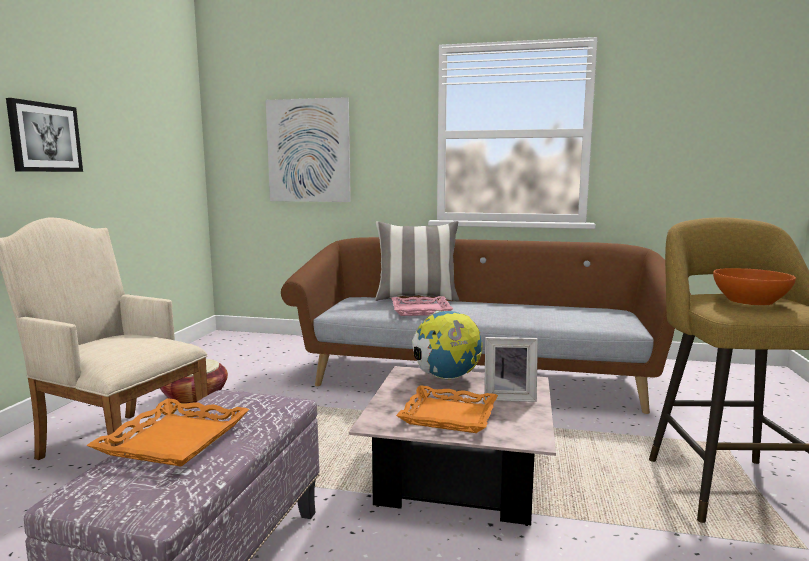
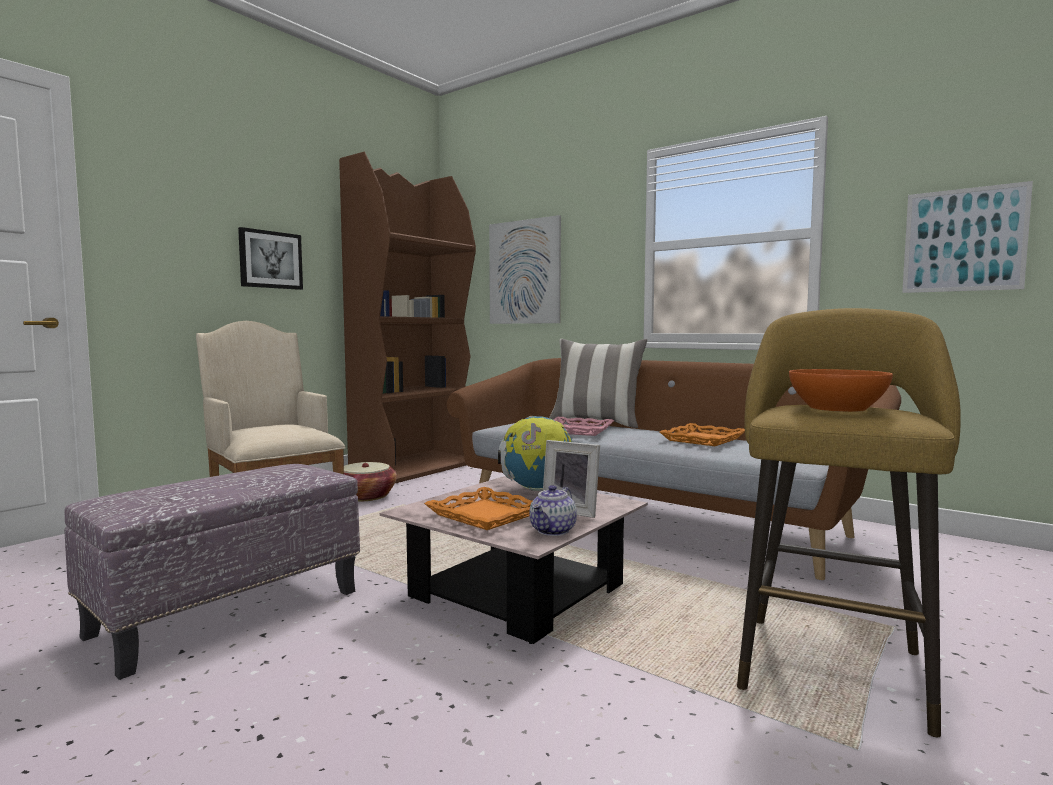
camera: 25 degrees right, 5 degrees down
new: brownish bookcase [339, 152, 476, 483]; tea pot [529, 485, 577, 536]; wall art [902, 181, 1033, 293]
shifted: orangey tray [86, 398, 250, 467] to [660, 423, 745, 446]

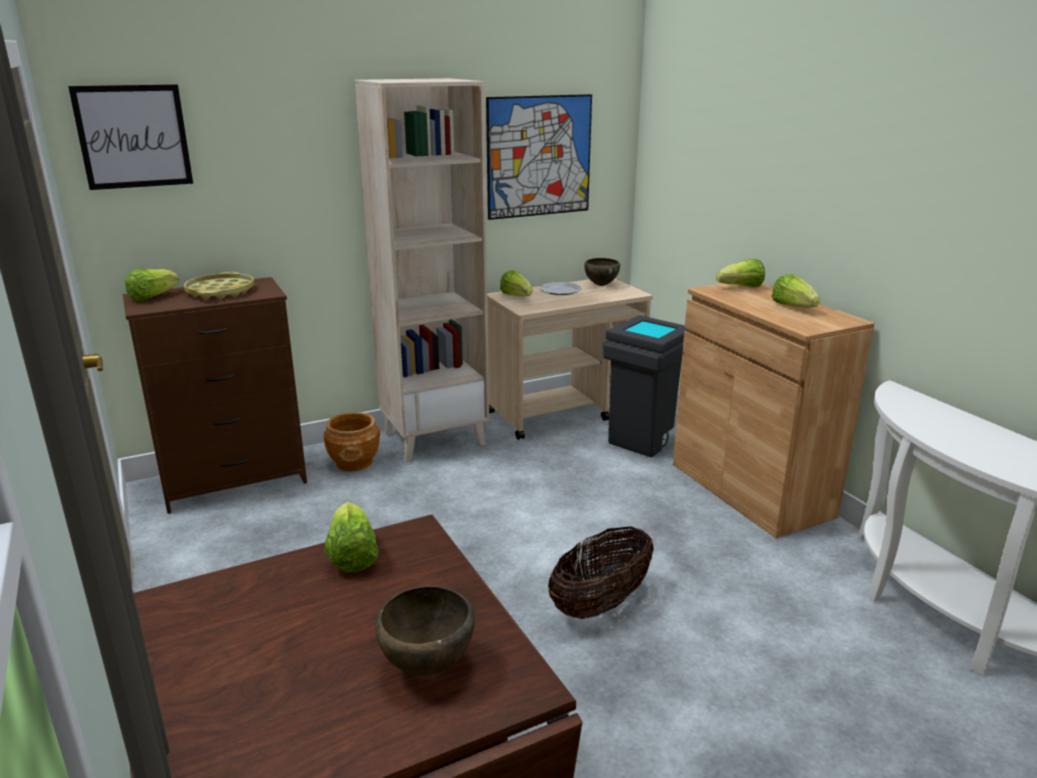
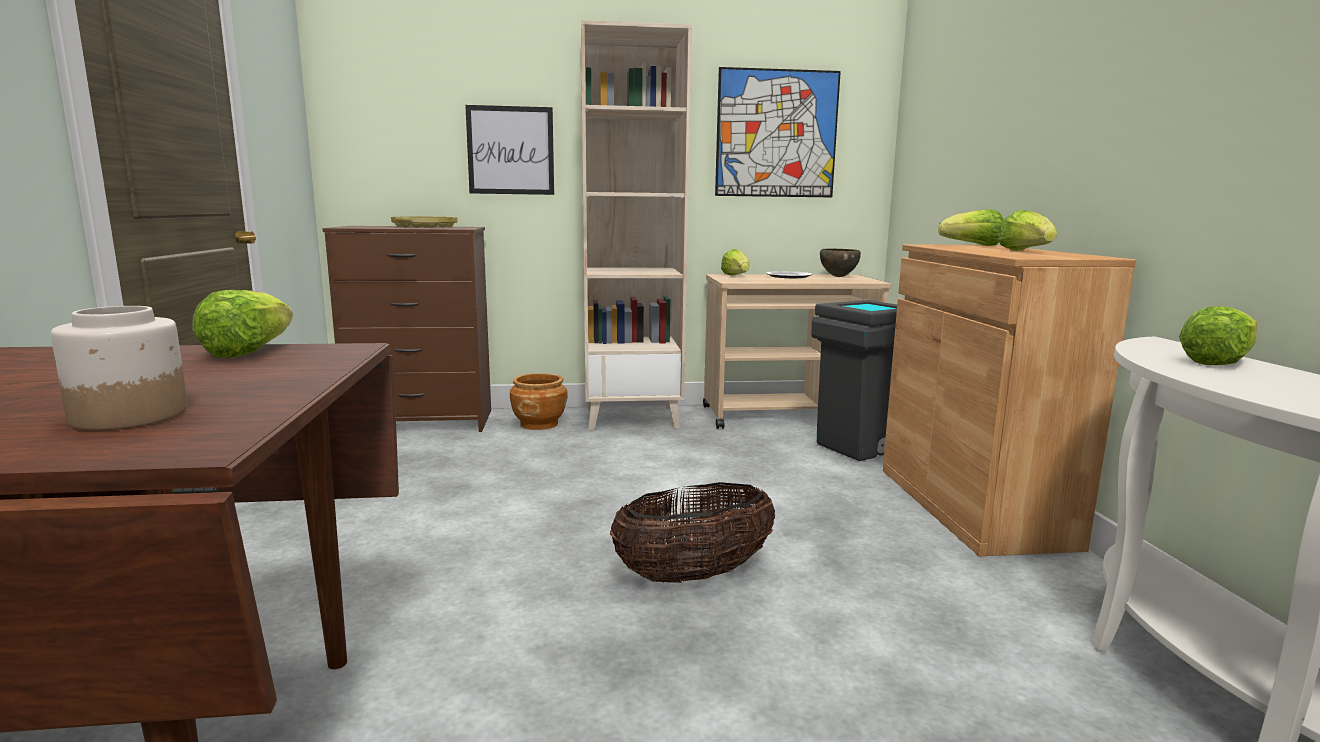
camera: 20 degrees right, 10 degrees down
shifted: wall art [68, 84, 193, 190] to [465, 105, 554, 195]; lettuce head [125, 269, 179, 301] to [1179, 306, 1257, 365]
swapped: brownish deep dish [375, 586, 475, 676] to jar [51, 306, 188, 430]

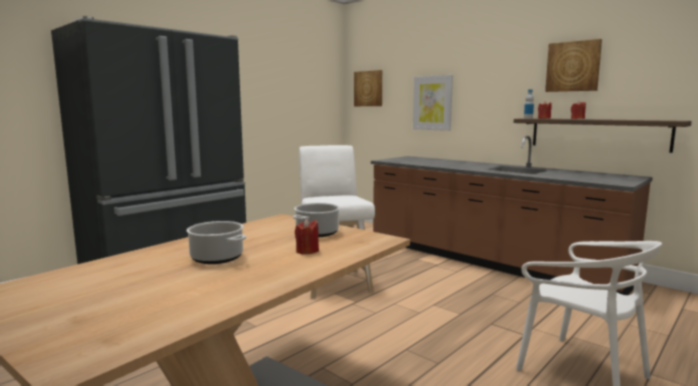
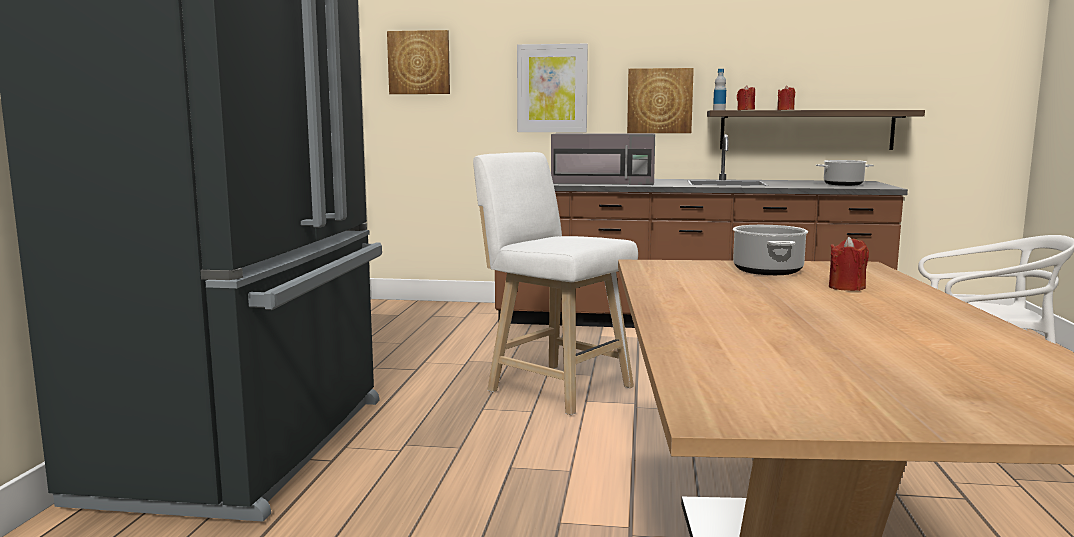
camera: 35 degrees left, 0 degrees up
new: grey microwave [551, 133, 655, 185]
shifted: stockpot [187, 221, 246, 264] to [816, 160, 874, 186]; wall art [545, 39, 602, 92] to [627, 68, 694, 133]

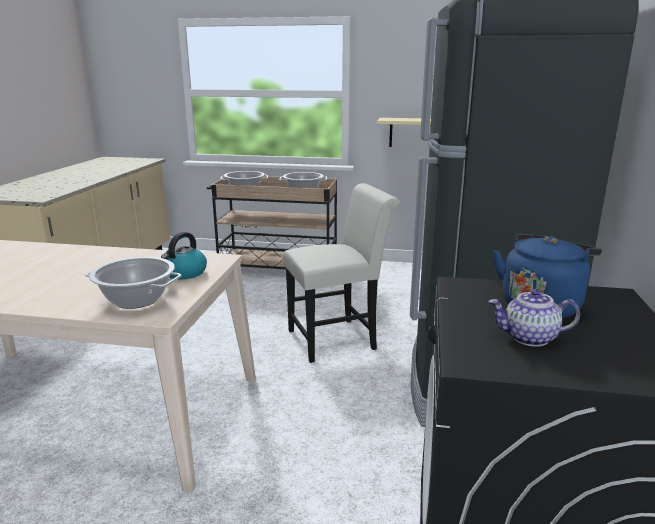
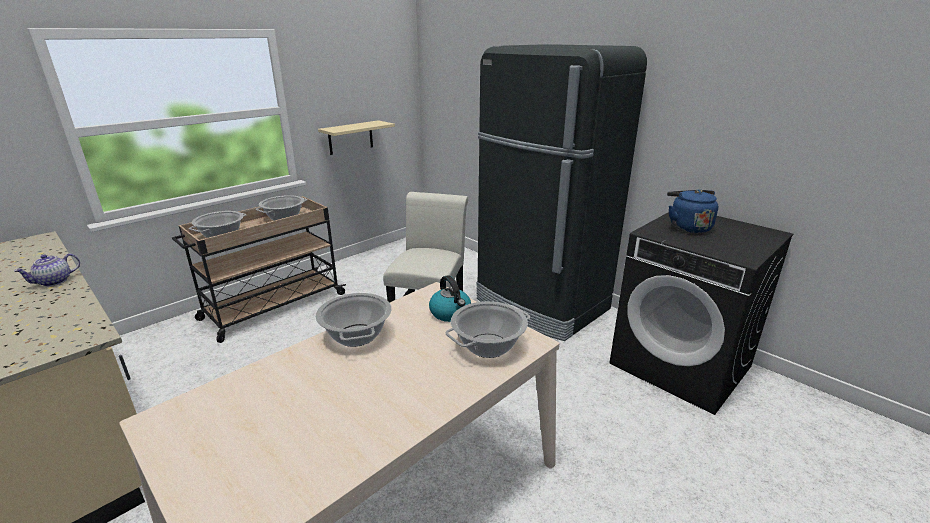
camera: 55 degrees left, 5 degrees up
new: stockpot [315, 293, 392, 347]
shifted: tea pot [489, 289, 580, 347] to [14, 253, 80, 286]

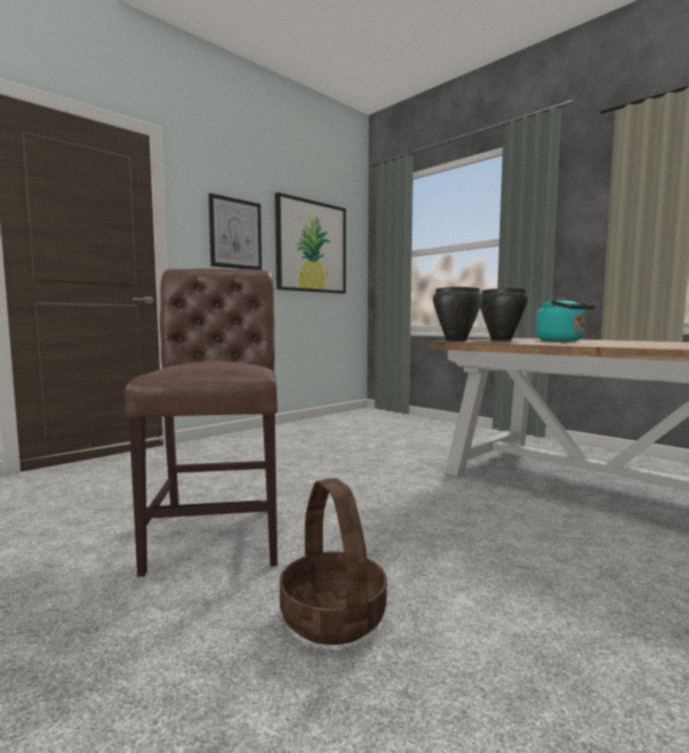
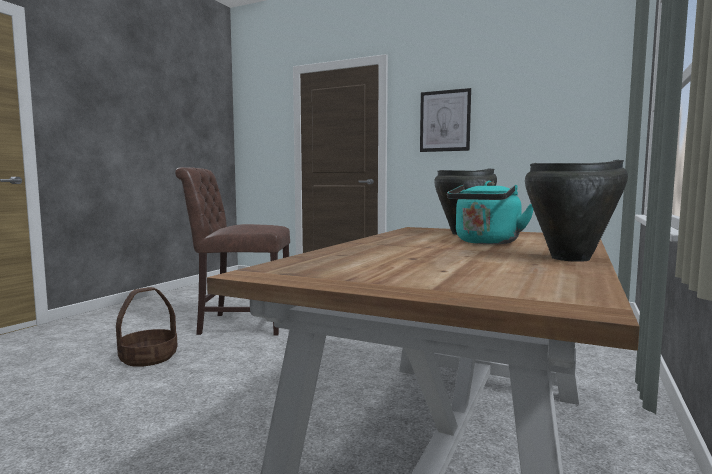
camera: 70 degrees right, 0 degrees up
gone: wall art [275, 192, 346, 294]
shifted: blackish stockpot [433, 287, 483, 341] to [525, 160, 628, 262]
rotated: brownish plain chair [125, 268, 278, 576] = [175, 167, 290, 336] 150 degrees counterclockwise

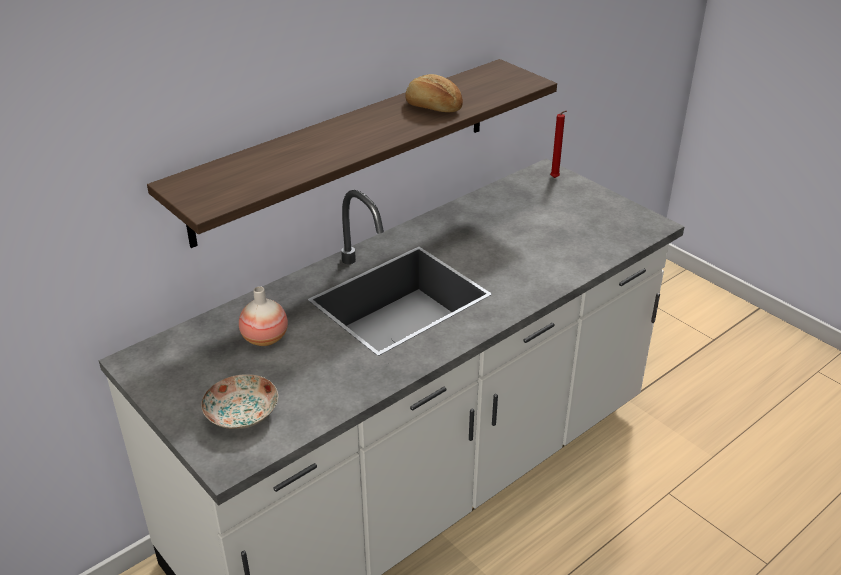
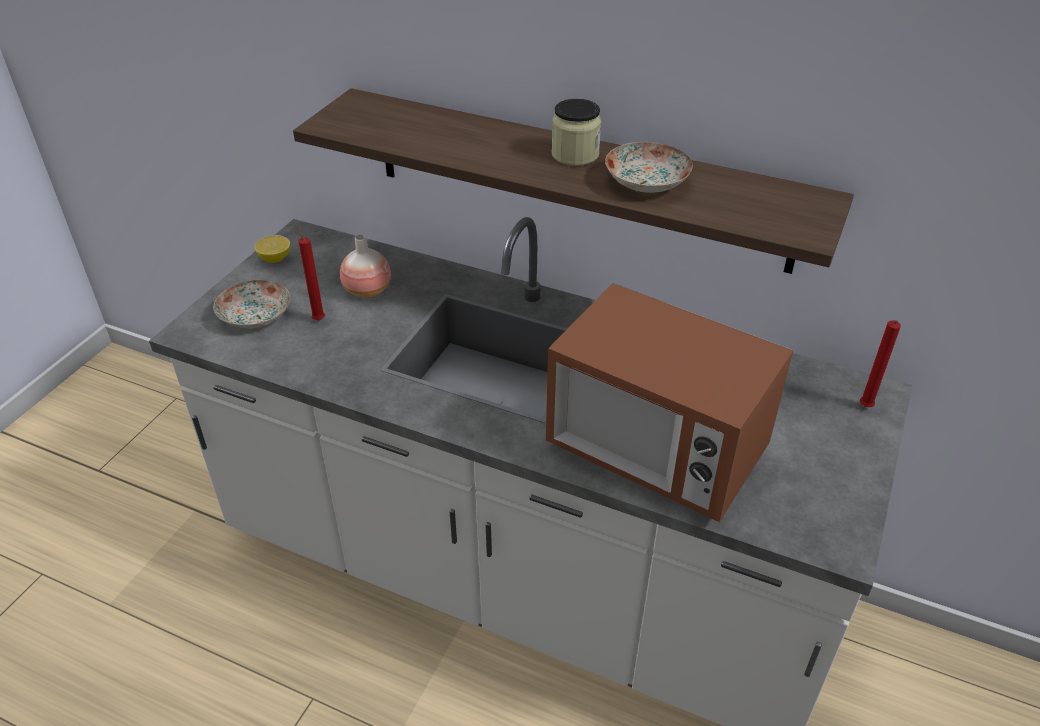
camera: 65 degrees right, 5 degrees up
new: citrus fruit [254, 235, 291, 263]; red wax candle [299, 225, 325, 320]; microwave [546, 283, 793, 522]; jar [551, 99, 601, 166]
swapped: bread [405, 74, 463, 112] to dinner plate [605, 142, 693, 193]

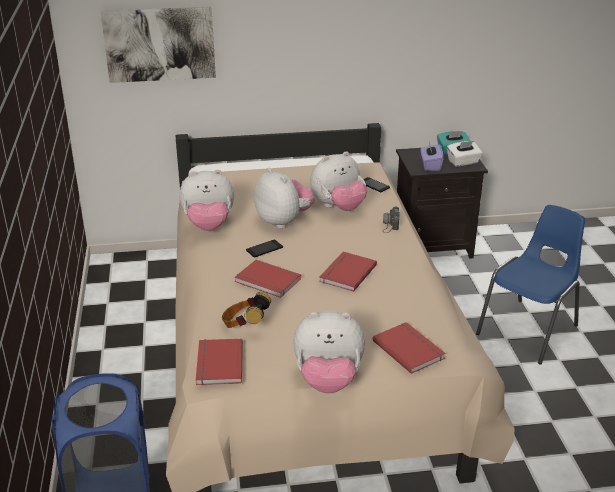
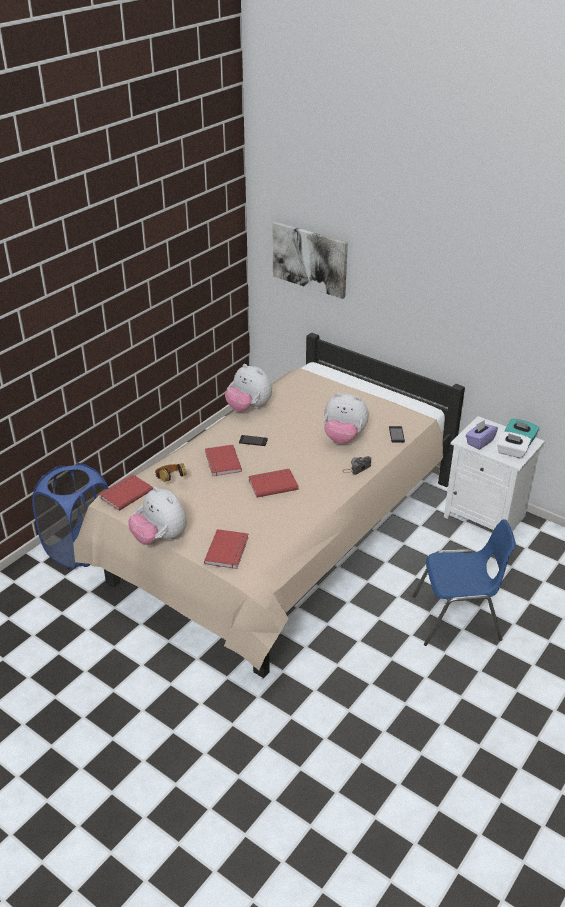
camera: 45 degrees right, 5 degrees up
gone: cuddly toy [254, 168, 315, 229]
repainted: blackish nightstand [396, 148, 488, 259] to whitish nightstand [444, 416, 545, 532]

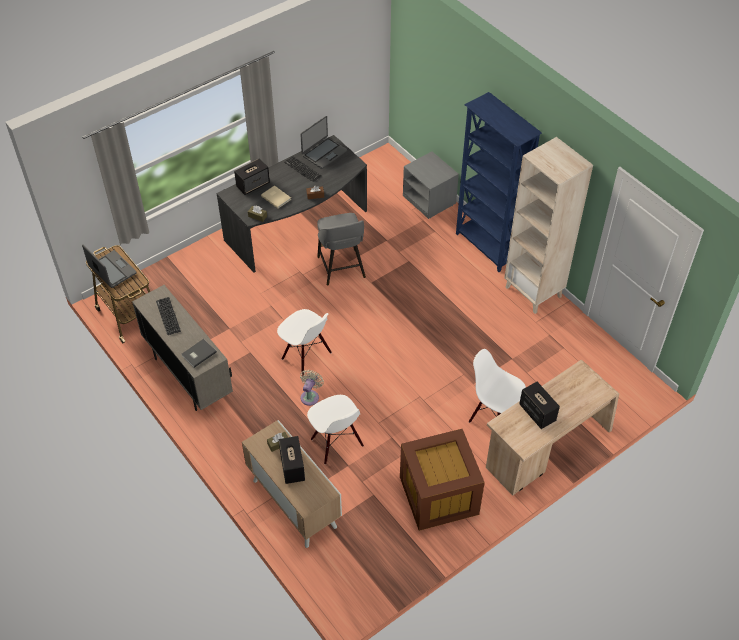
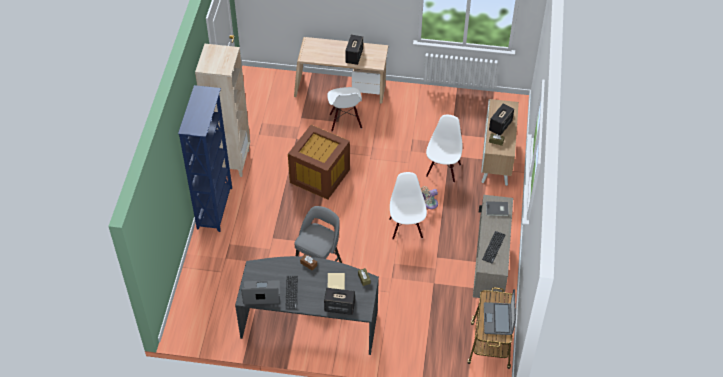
camera: 135 degrees left, 0 degrees up
gone: grey nightstand [403, 151, 459, 219]
shifted: brownish storage container [400, 429, 485, 531] to [288, 125, 350, 200]

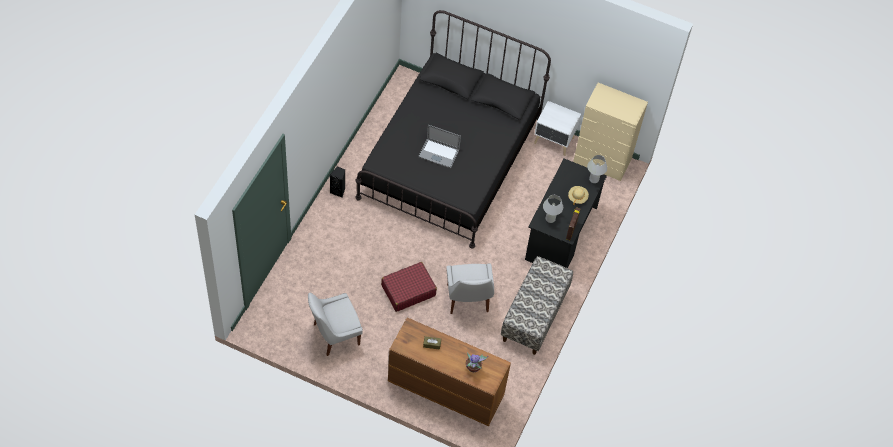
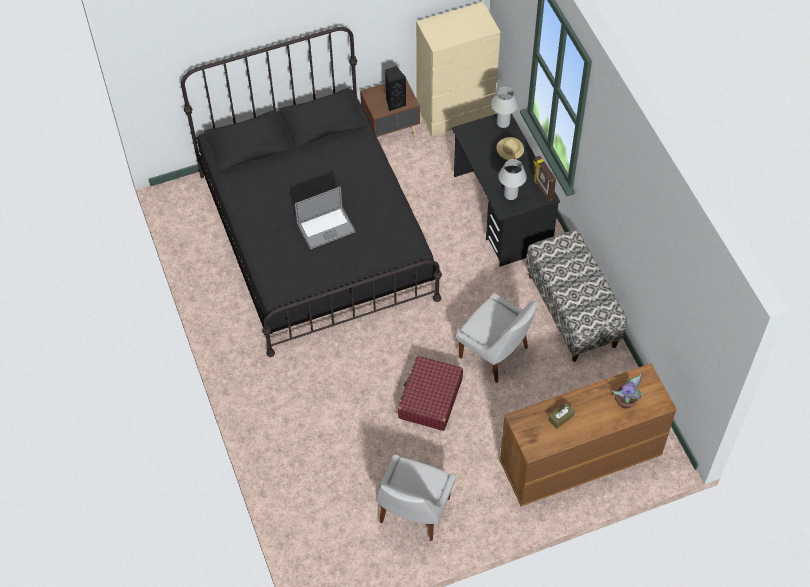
camera: 40 degrees left, 0 degrees up
shifted: blackish speaker [330, 166, 345, 198] to [385, 66, 406, 111]
repainted: whitish nightstand [534, 101, 581, 156] to brownish nightstand [360, 79, 420, 139]

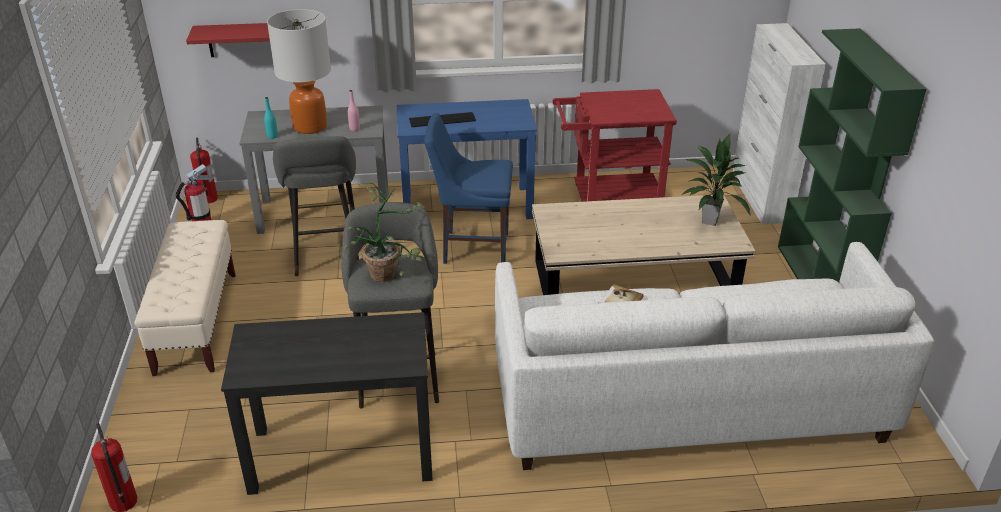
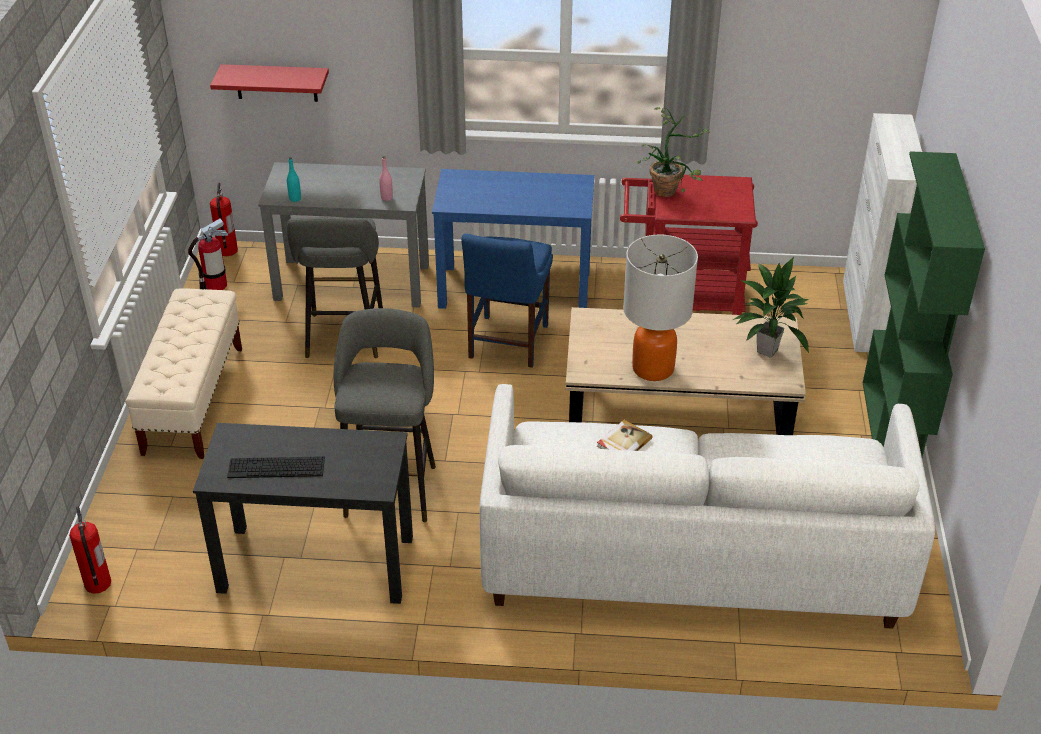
camera: 10 degrees right, 5 degrees up
shifted: tabletop lamp [267, 9, 331, 134] to [623, 235, 698, 381]; houseplant [344, 183, 424, 282] to [637, 107, 710, 197]; PC keyboard [409, 112, 476, 127] to [227, 456, 325, 478]
rotated: bluish plain chair [424, 113, 513, 264] = [461, 234, 553, 368] 90 degrees counterclockwise

